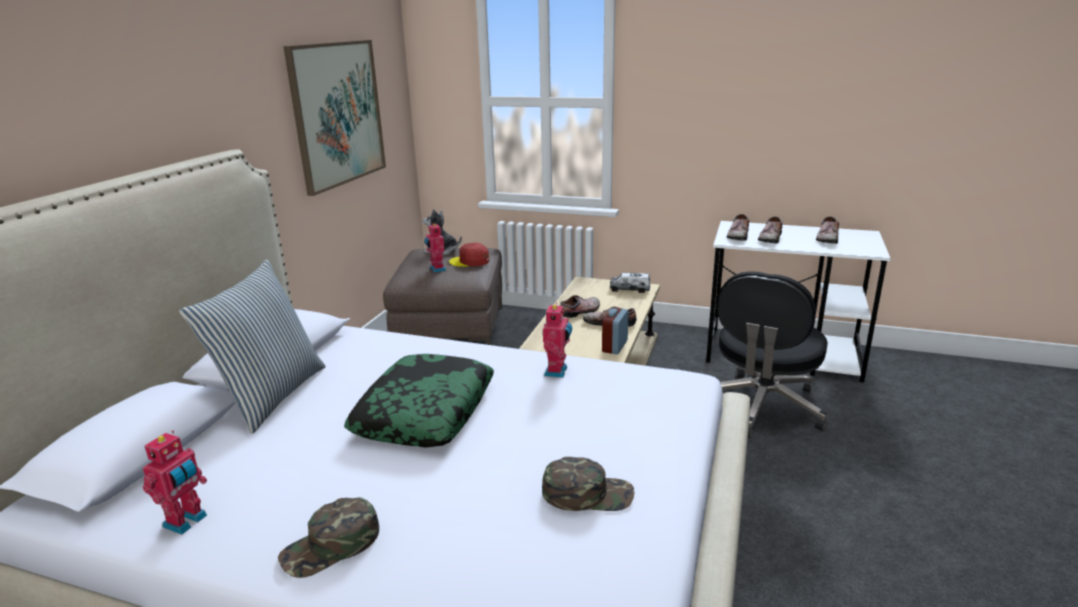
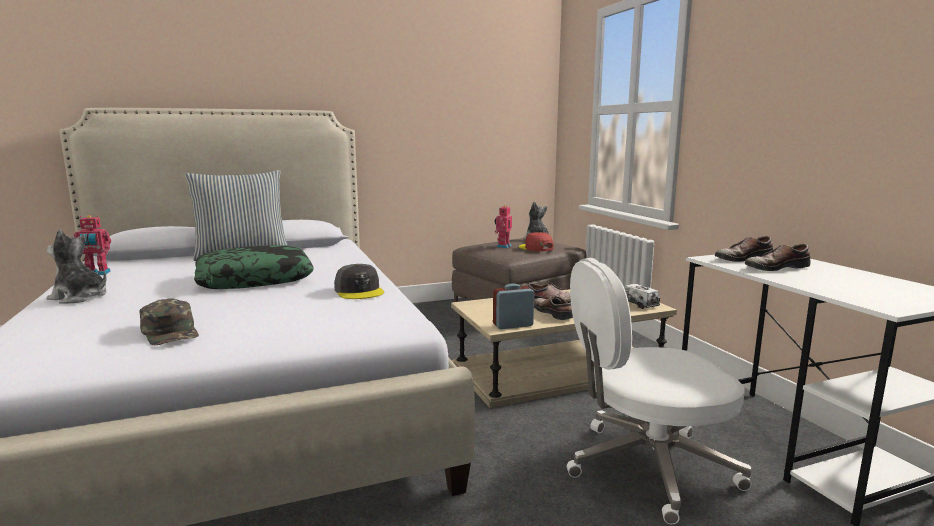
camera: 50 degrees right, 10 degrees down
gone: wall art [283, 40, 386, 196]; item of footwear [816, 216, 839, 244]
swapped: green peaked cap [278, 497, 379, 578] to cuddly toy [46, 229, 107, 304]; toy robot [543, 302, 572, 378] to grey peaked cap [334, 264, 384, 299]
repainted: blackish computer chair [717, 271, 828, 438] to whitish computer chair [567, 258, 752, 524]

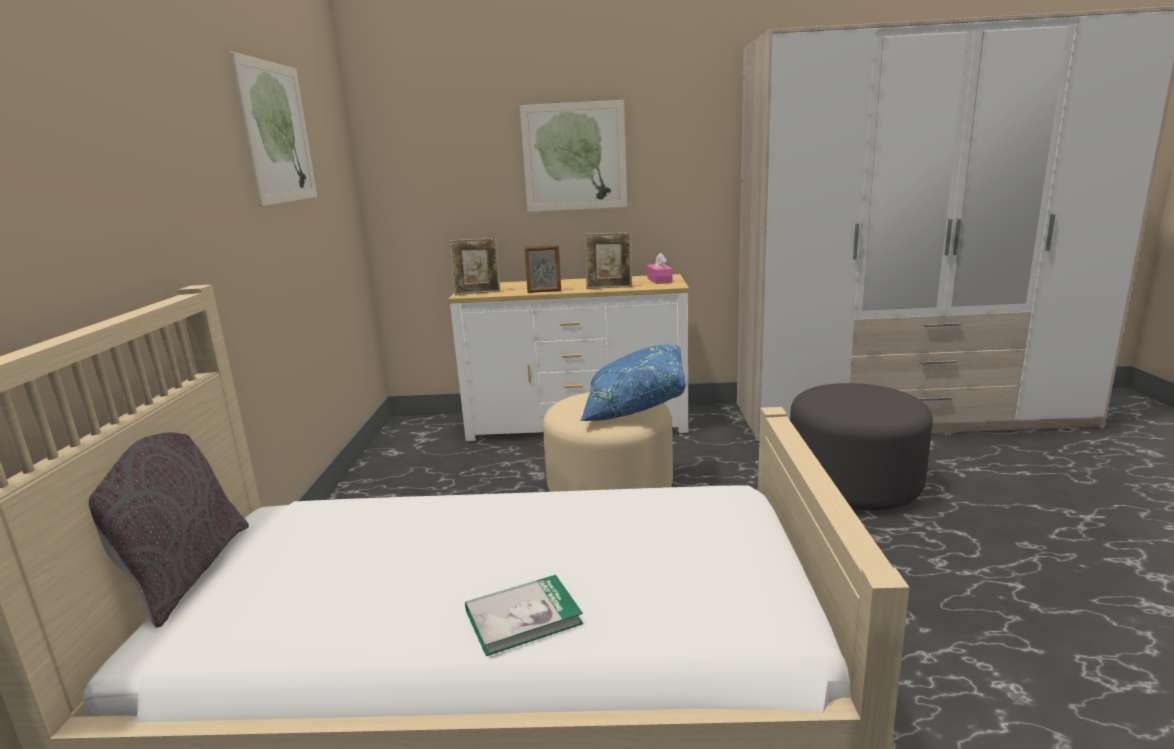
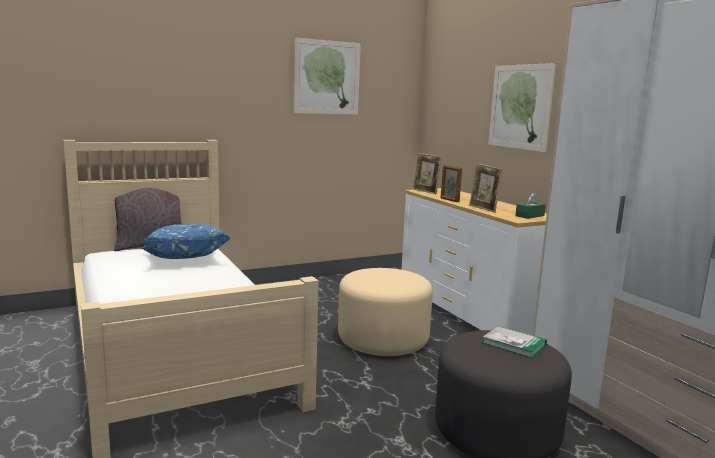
camera: 60 degrees right, 5 degrees down
shifted: volume [465, 575, 584, 656] to [482, 326, 547, 358]; bluish throw pillow [580, 345, 686, 421] to [141, 224, 231, 259]
repainted: pink tissue box [647, 253, 673, 284] to green tissue box [515, 192, 546, 219]

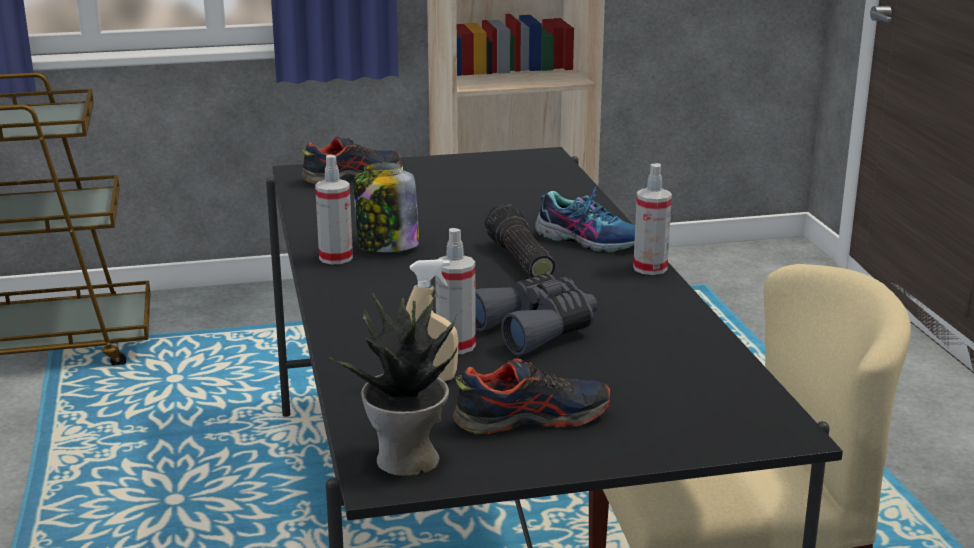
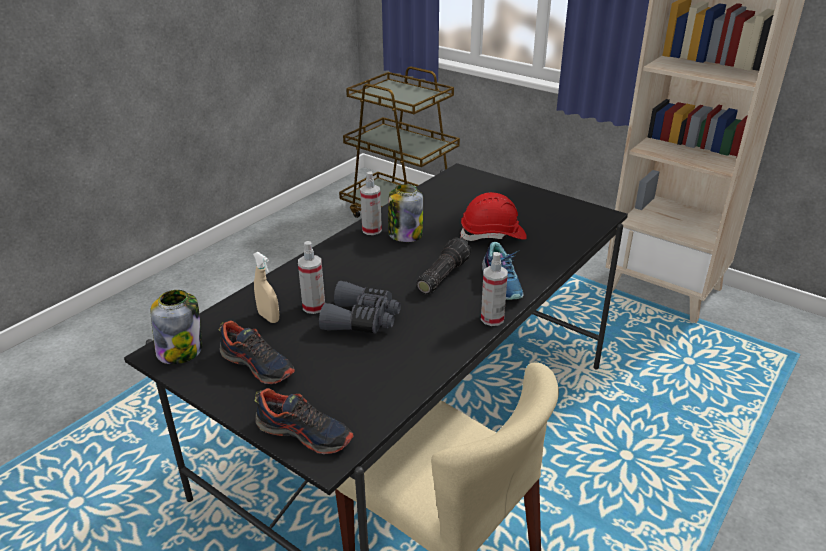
camera: 50 degrees right, 10 degrees up
new: red hard hat [460, 192, 527, 241]
shifted: item of footwear [301, 137, 400, 184] to [255, 388, 354, 454]
swapped: houseplant [328, 290, 457, 476] to jar [150, 290, 202, 364]

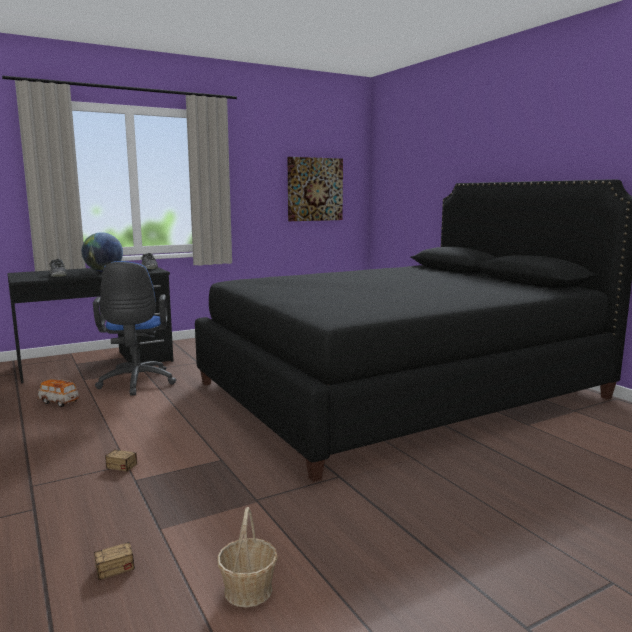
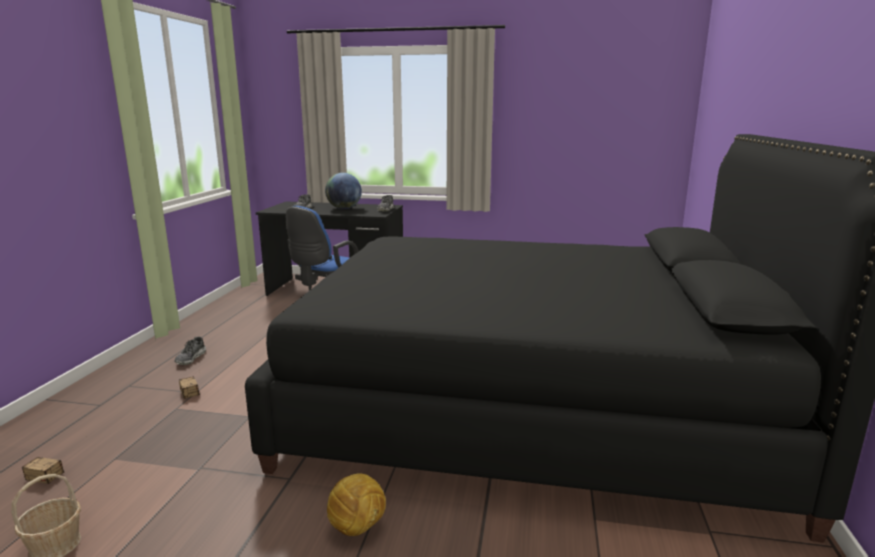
camera: 40 degrees right, 5 degrees up
gone: miniature car [38, 379, 79, 407]; wall art [288, 157, 343, 221]
new: item of footwear [174, 337, 206, 365]; football [327, 473, 386, 536]

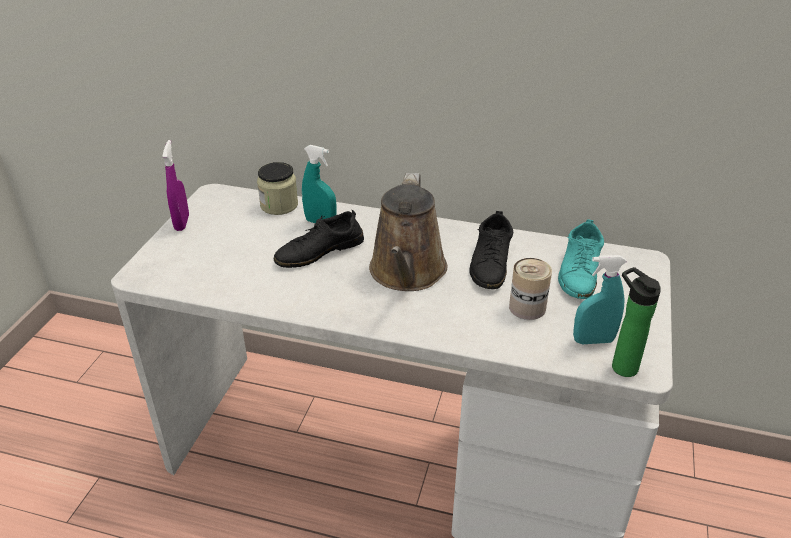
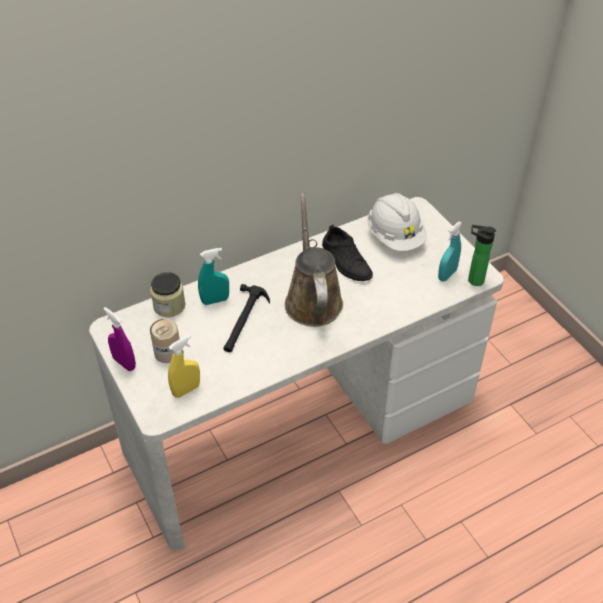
camera: 45 degrees left, 10 degrees up
new: yellowish spray bottle [168, 335, 200, 398]
shifted: can [509, 258, 552, 320] to [150, 319, 180, 363]
swapped: blackish item of footwear [274, 210, 364, 268] to hammer [223, 284, 270, 352]; turquoise-coloured item of footwear [558, 219, 604, 299] to whitish hard hat [367, 193, 427, 251]
rotated: brownish watering can [369, 173, 447, 291] = [285, 193, 343, 327] 150 degrees counterclockwise

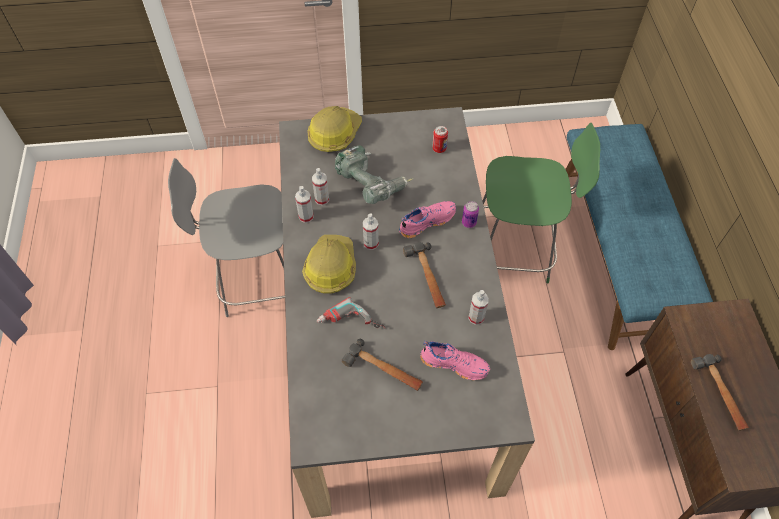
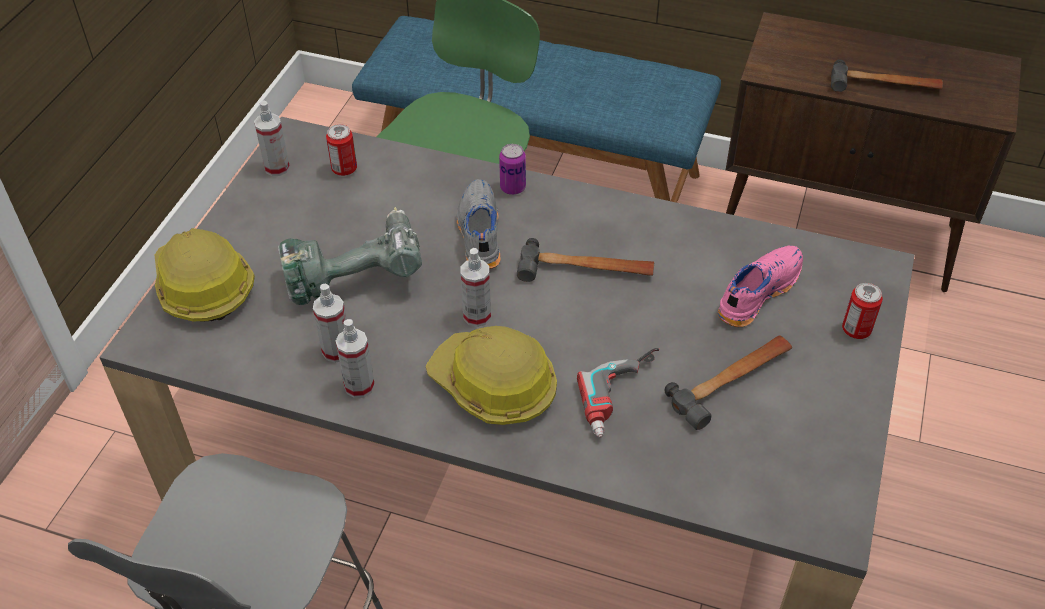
camera: 65 degrees left, 10 degrees down
new: can [842, 283, 883, 339]
shifted: spray bottle [468, 290, 489, 325] to [254, 101, 290, 176]
repainted: pink item of footwear [399, 201, 456, 238] to grey item of footwear [457, 179, 501, 269]

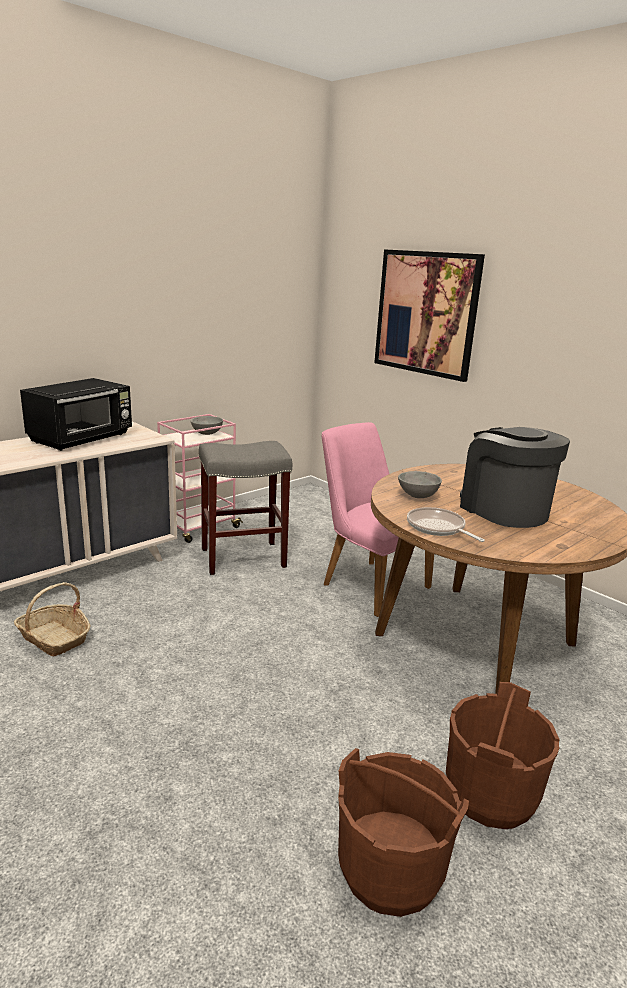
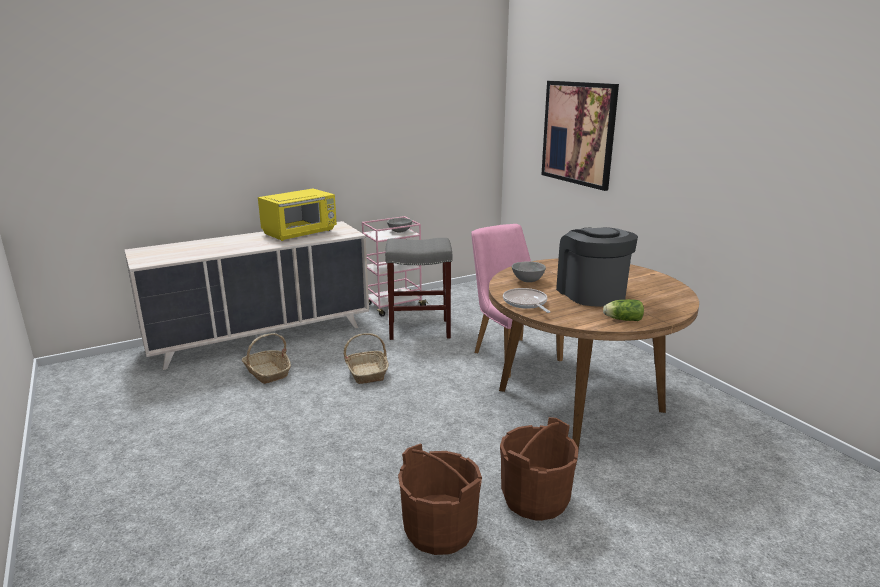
camera: 15 degrees right, 0 degrees up
new: storage basket [344, 333, 389, 384]; lettuce head [603, 299, 644, 321]
repainted: blackish microwave [20, 378, 132, 451] to yellowish microwave [258, 188, 337, 241]

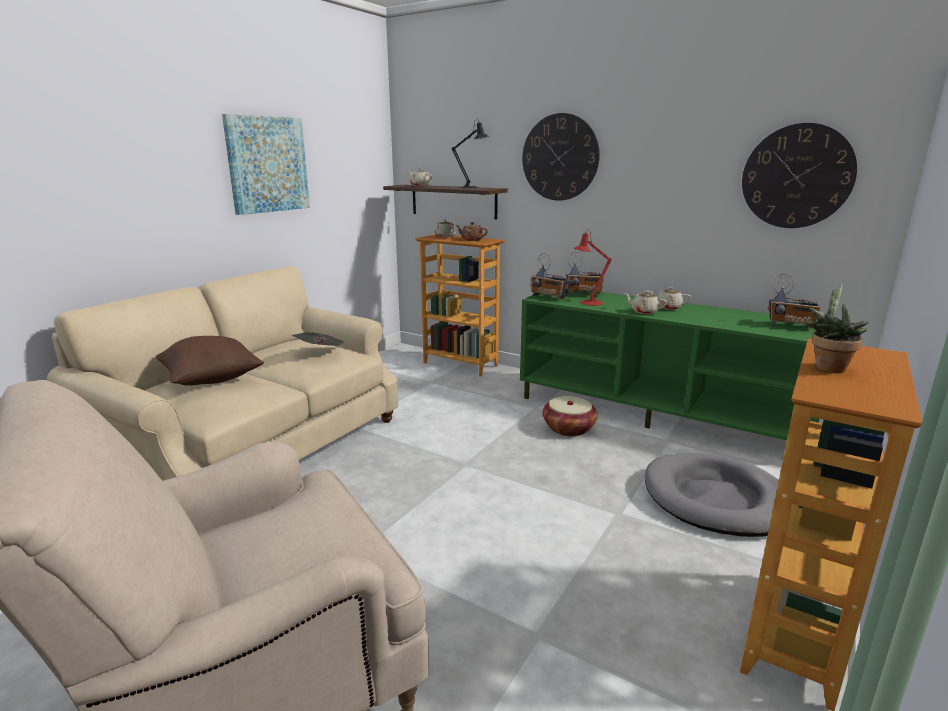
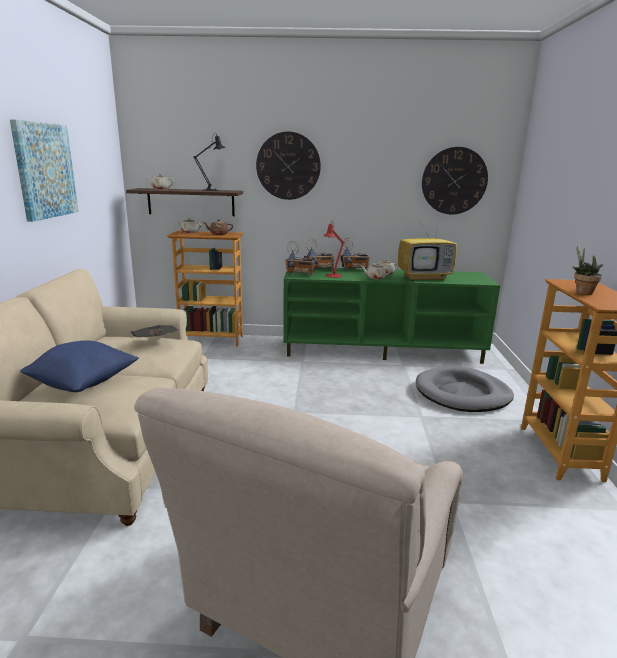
camera: 30 degrees left, 0 degrees up
gone: storage basket [542, 396, 598, 436]
new: television [398, 214, 457, 281]
shifted: radio receiver [768, 274, 821, 328] to [340, 238, 370, 270]
repainted: brownish throw pillow [156, 336, 264, 386] to bluish throw pillow [20, 340, 139, 392]

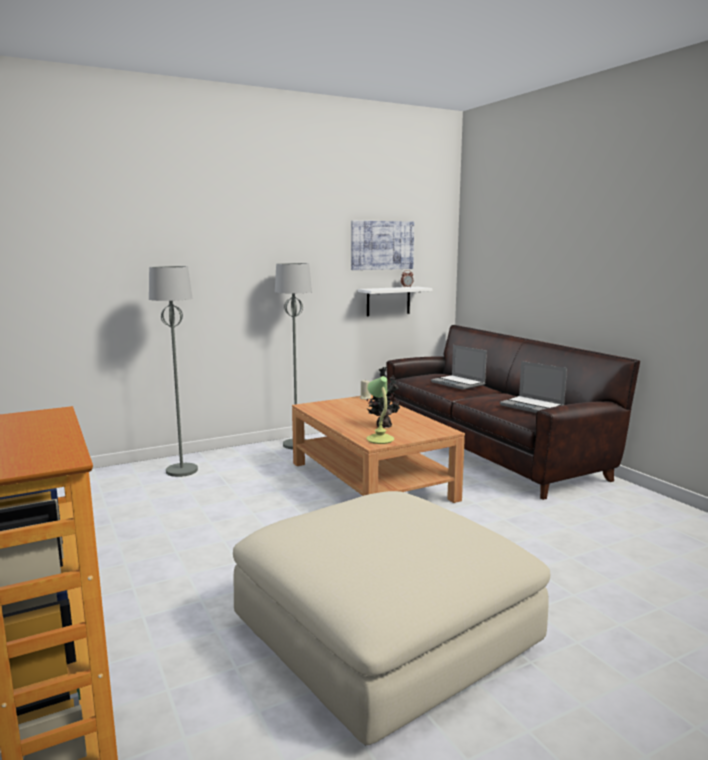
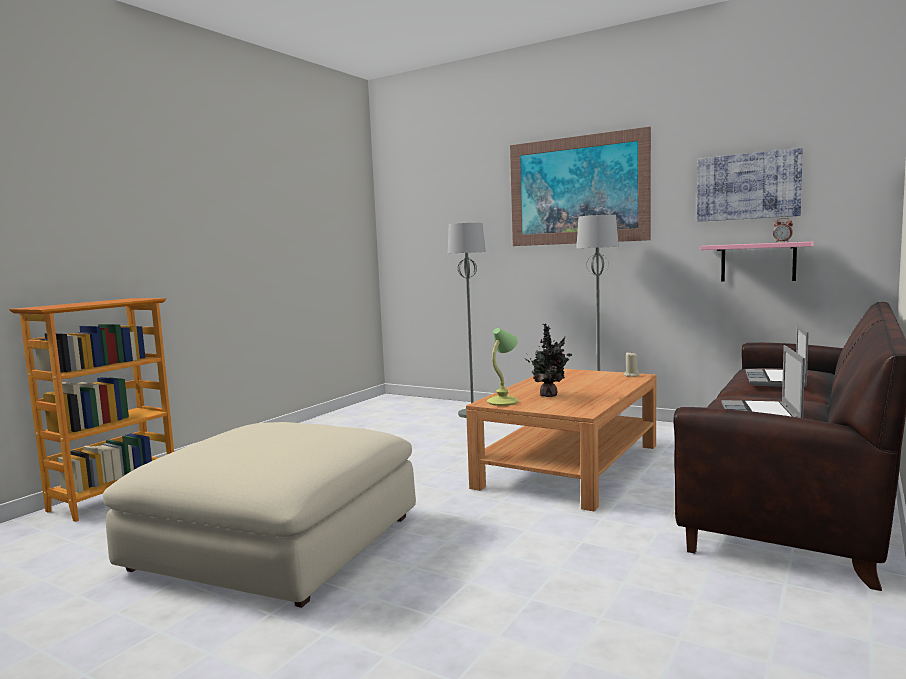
camera: 60 degrees right, 5 degrees down
new: wall art [510, 127, 651, 246]
repainted: whitish wall shelf [358, 287, 433, 316] to pink wall shelf [701, 242, 814, 282]

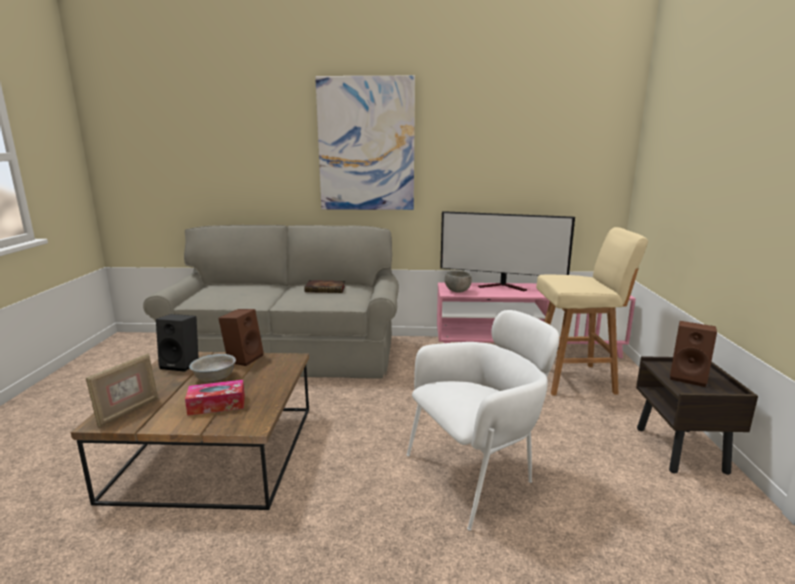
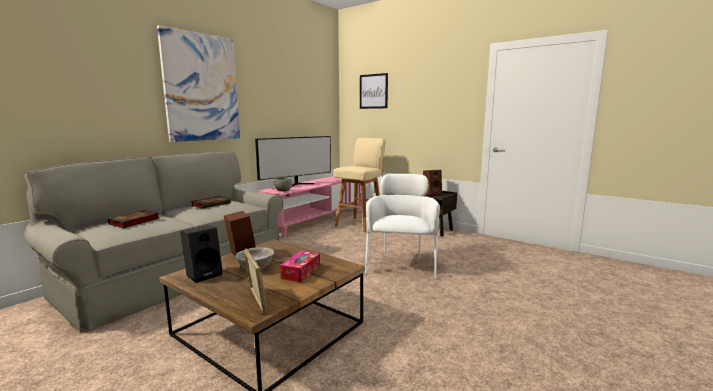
camera: 55 degrees left, 5 degrees down
new: volume [108, 210, 159, 228]; wall art [360, 73, 388, 109]

